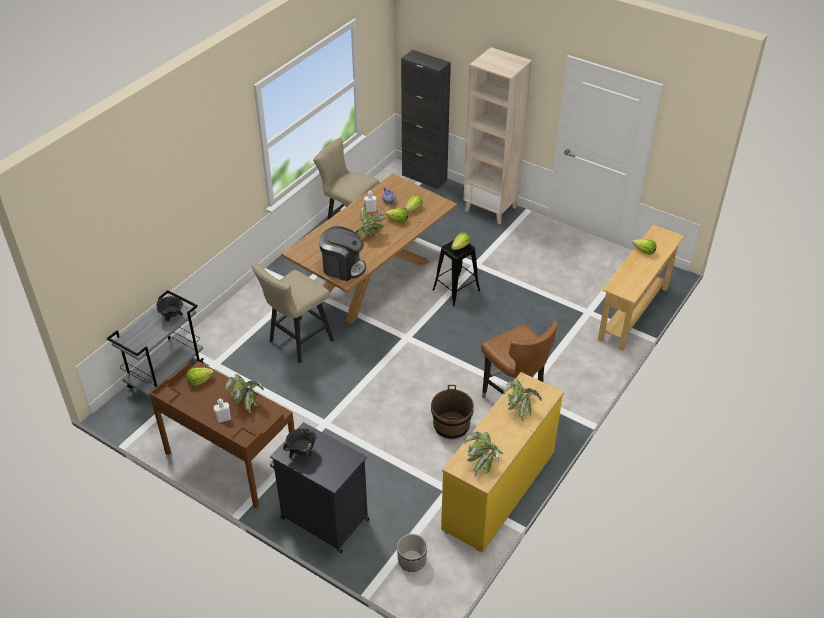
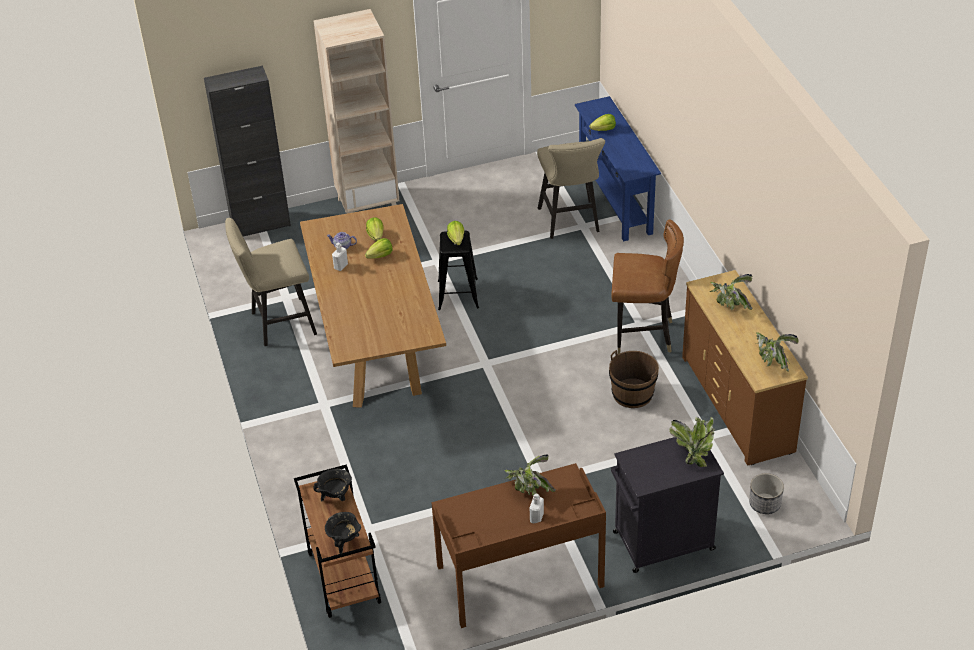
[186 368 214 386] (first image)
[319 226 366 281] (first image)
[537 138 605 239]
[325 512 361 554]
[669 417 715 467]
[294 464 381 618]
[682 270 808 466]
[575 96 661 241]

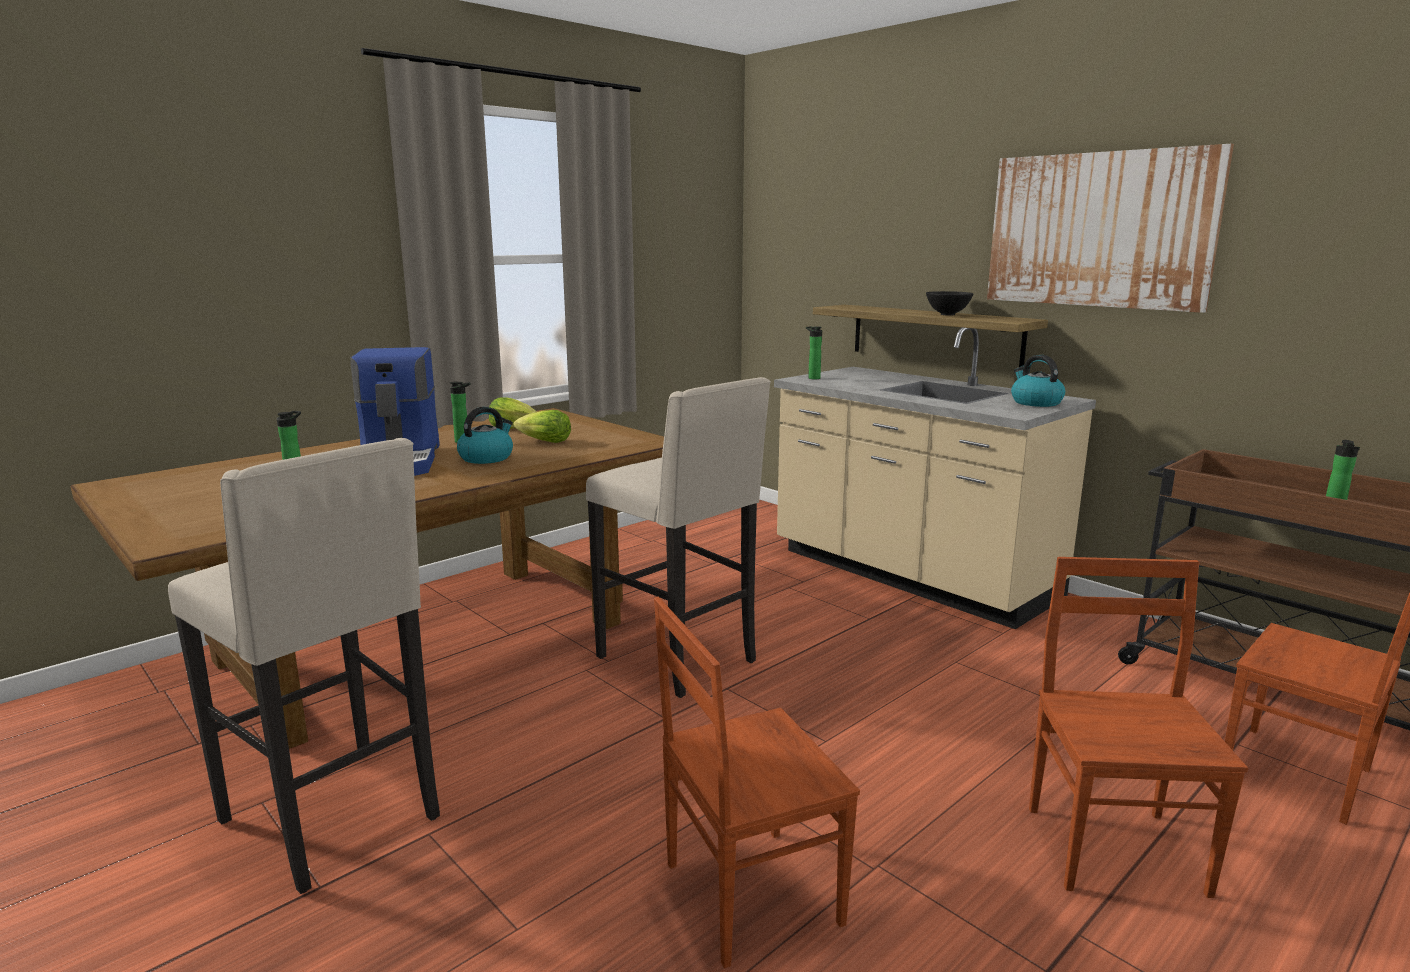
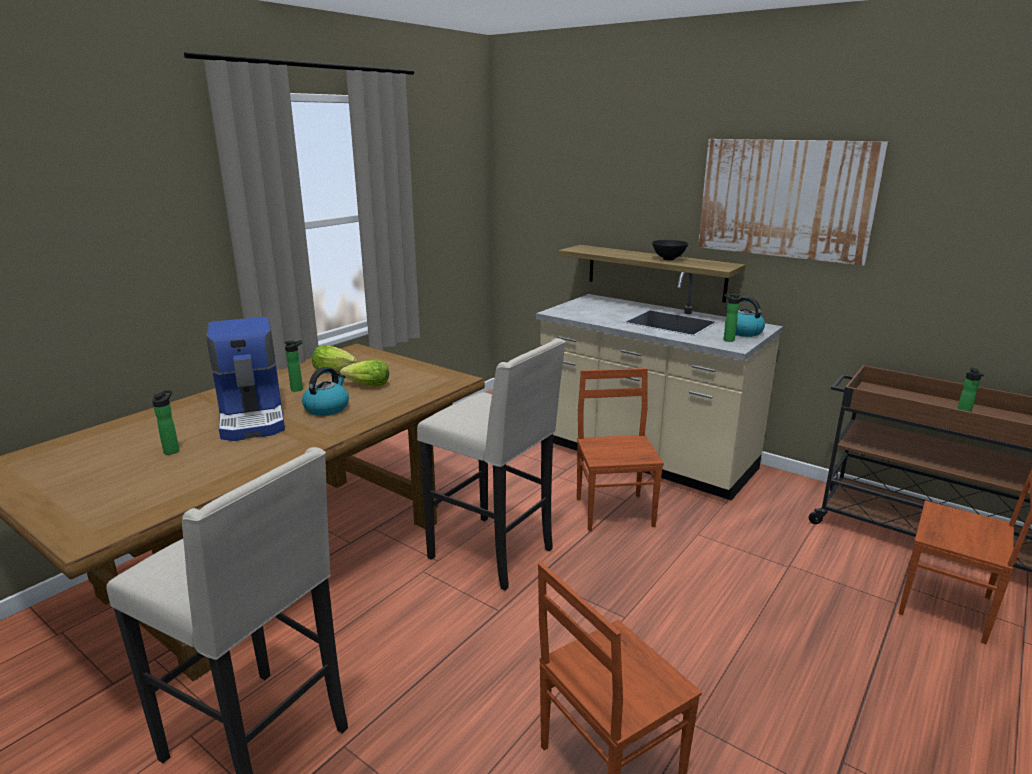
[723 293 741 342]
[577 368 664 531]

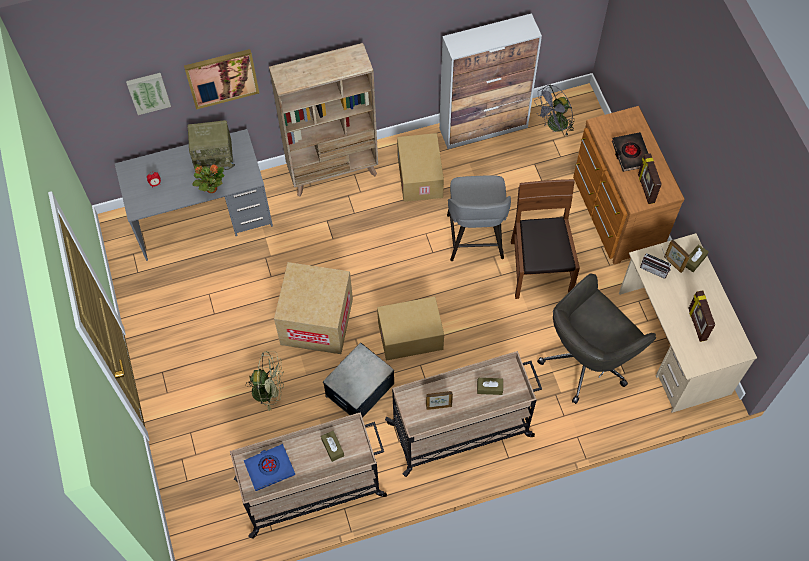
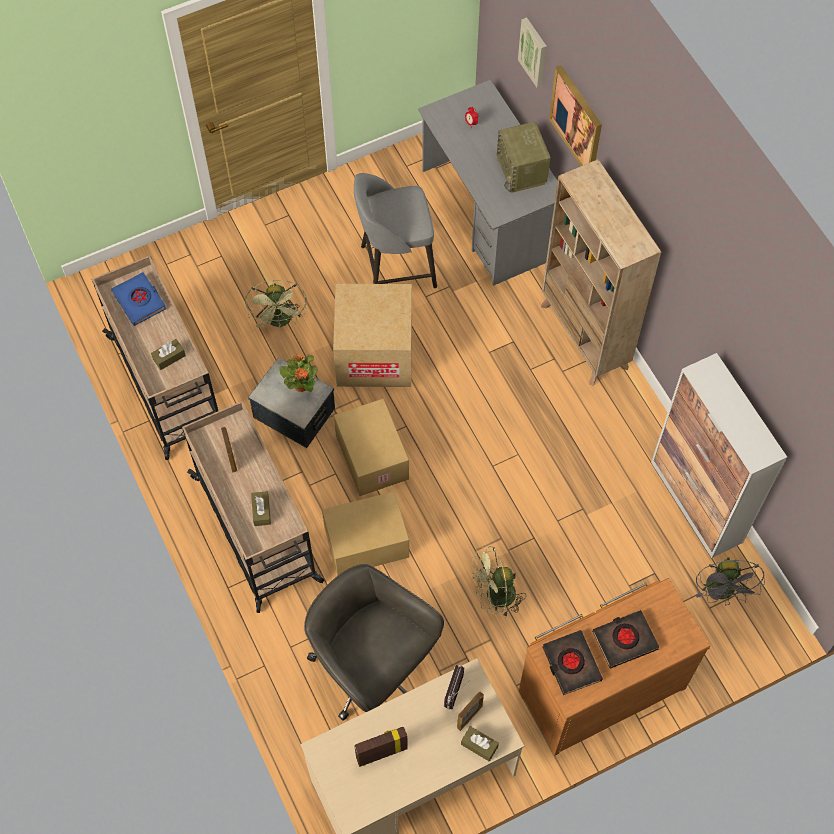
[279 354 317 392]
[322 491 409 576]
[354 173 437 288]
[472 546 526 617]
[542 630 603 695]
[696 557 765 605]

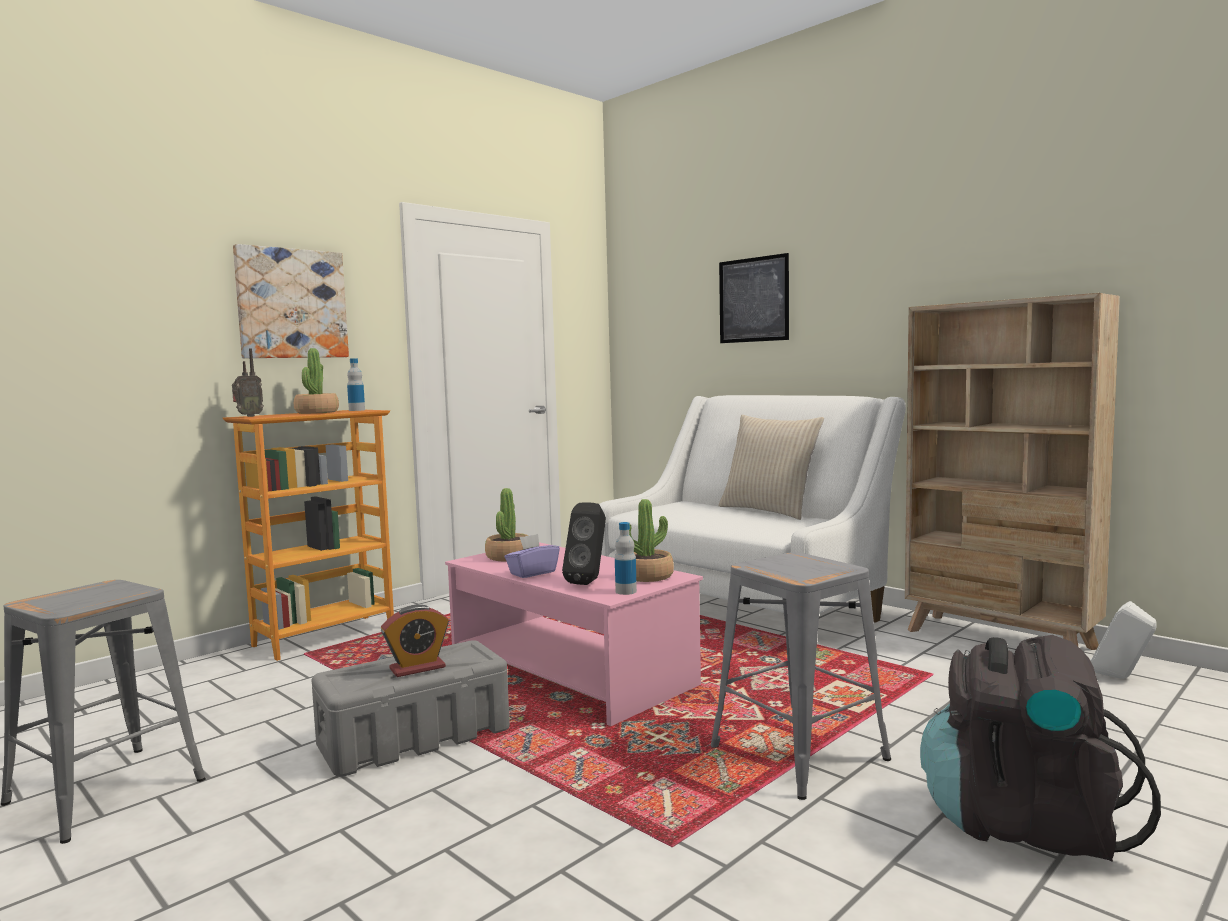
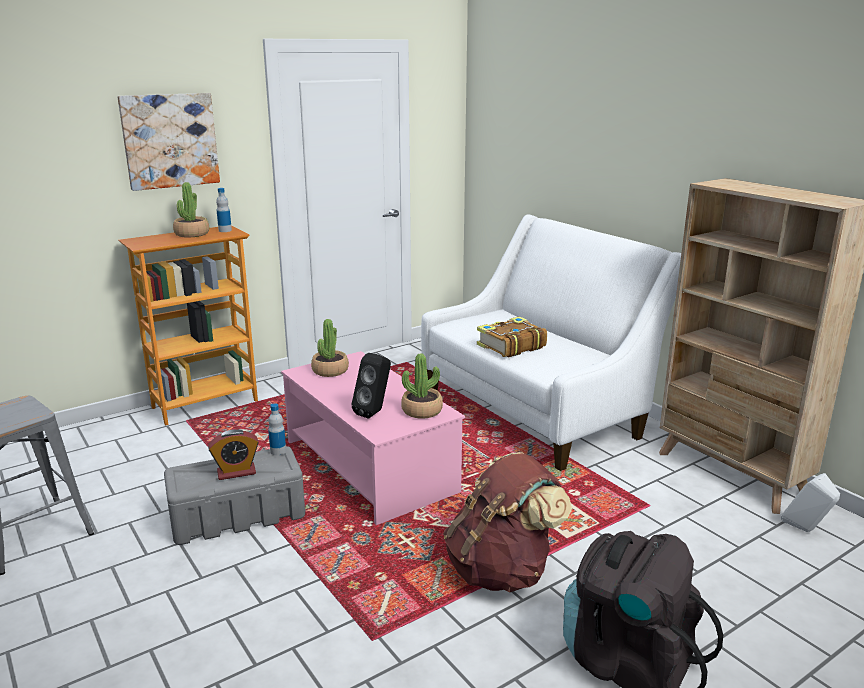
[232 349 264 417] (first image)
[505 534 560 578] (first image)
[718 415 824 520] (first image)
[719 253 789 343] (first image)
[477 316 547 357]
[268 404 286 455]
[443 452 572 592]

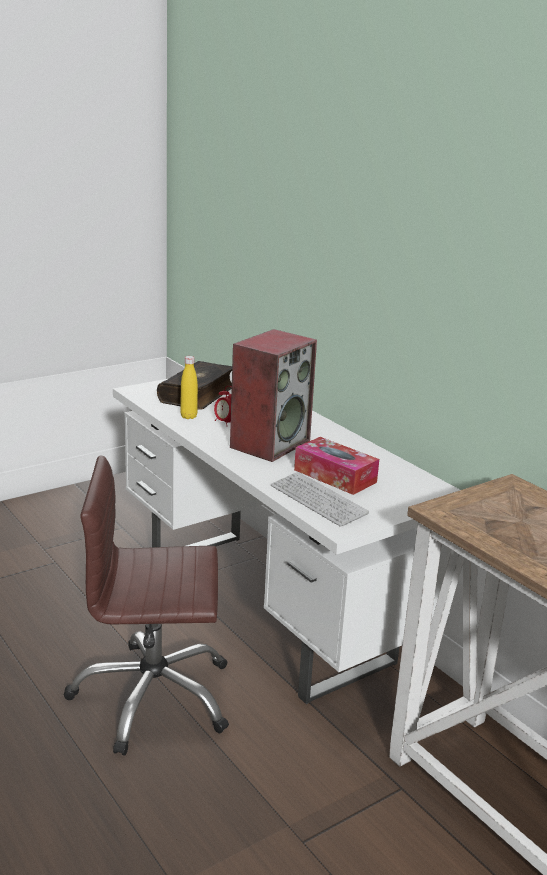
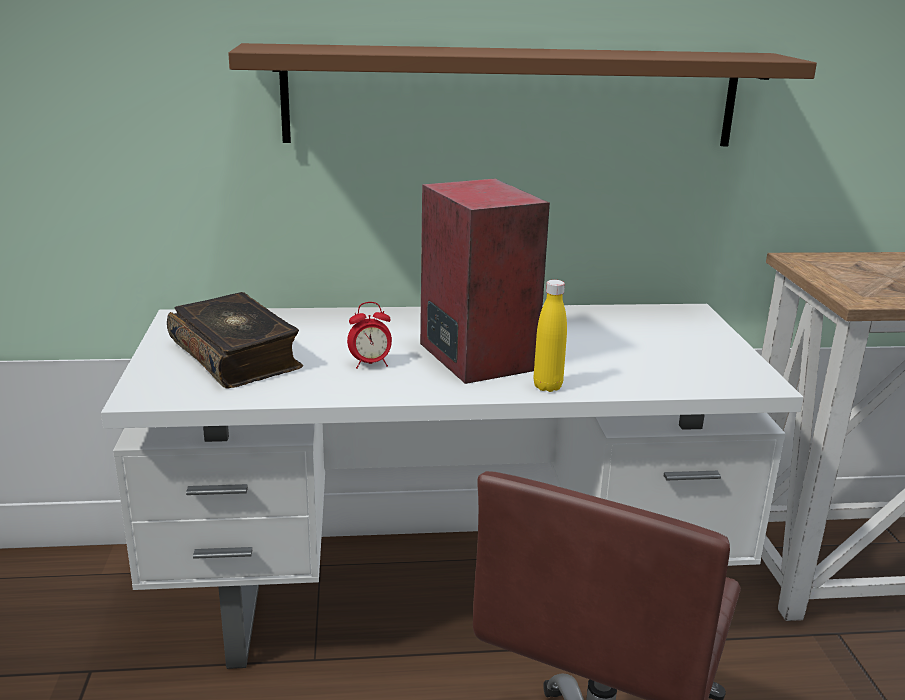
[271 472 369 527] (first image)
[294 437 379 495] (first image)
[228 43 817 146]
[534 280 567 392]

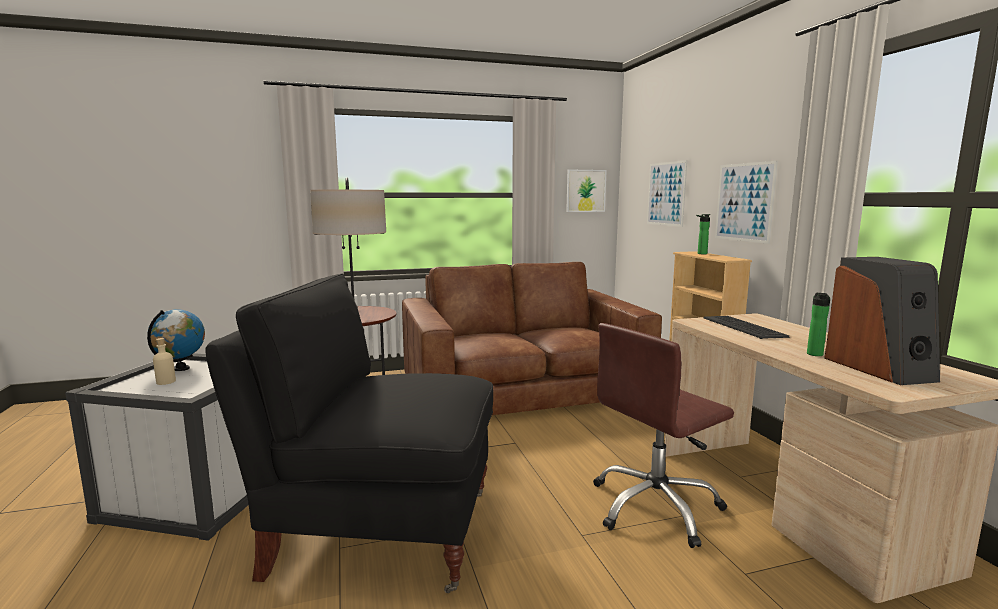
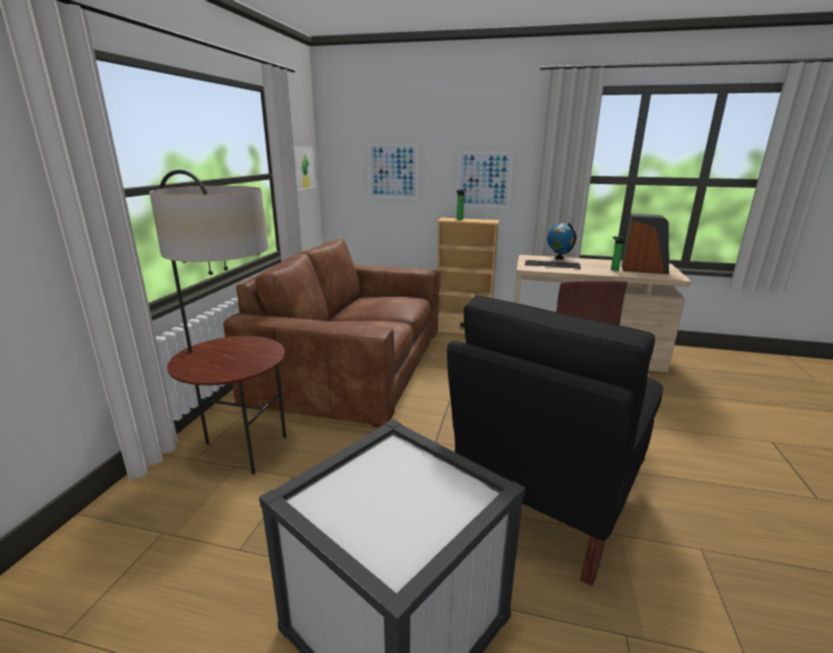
[153 338 176 385] (first image)
[547 223 577 259]

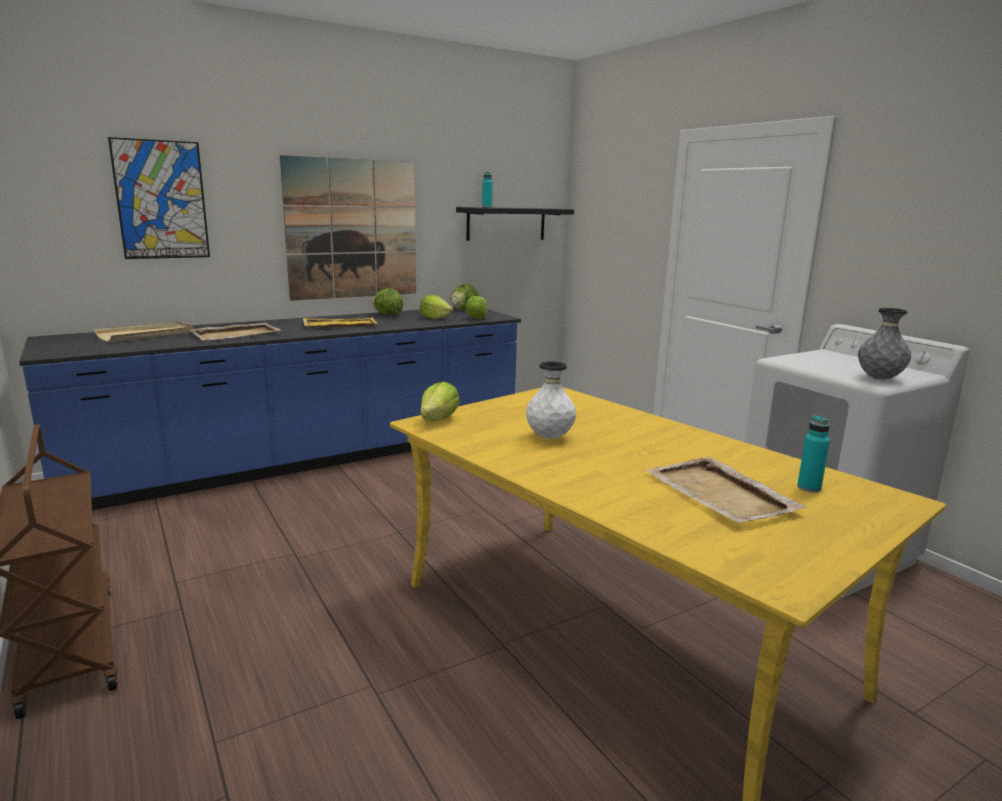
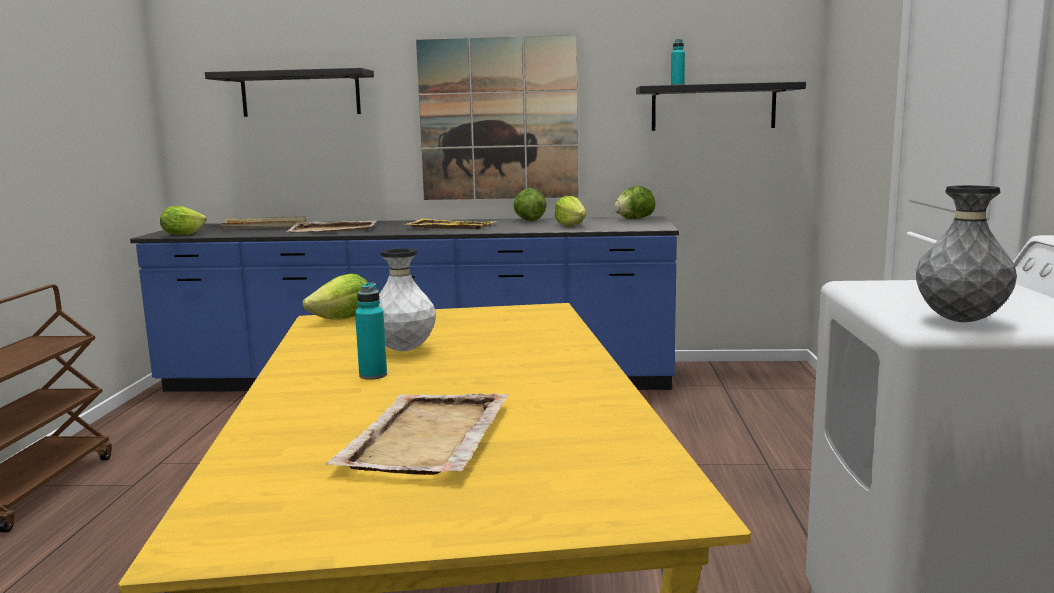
[160 206 207 235]
[355 283 387 380]
[205 68 374 117]

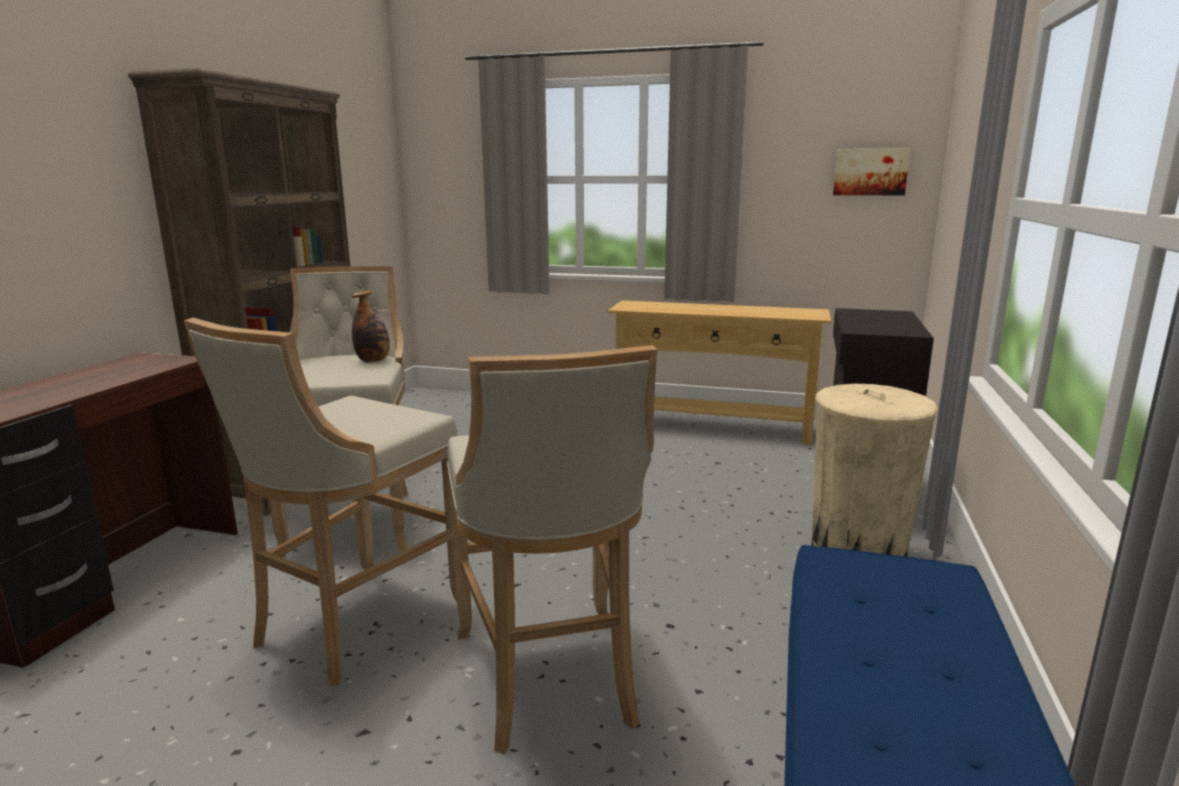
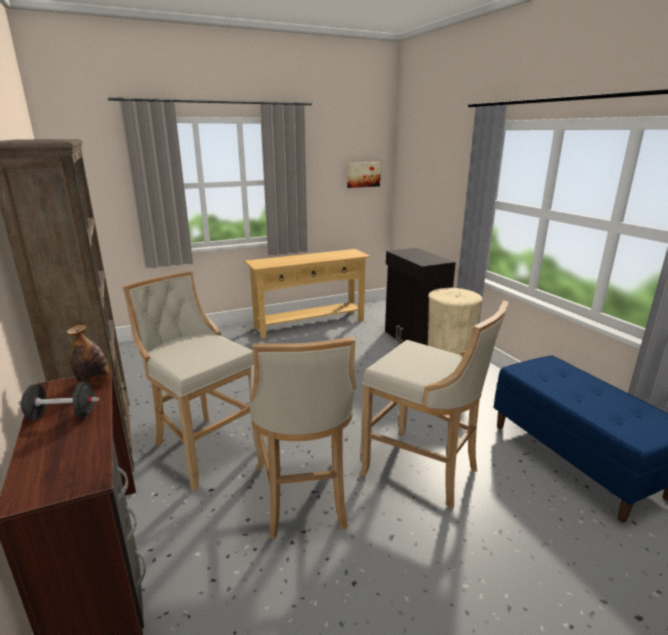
[19 382 99 421]
[67 325 109 387]

